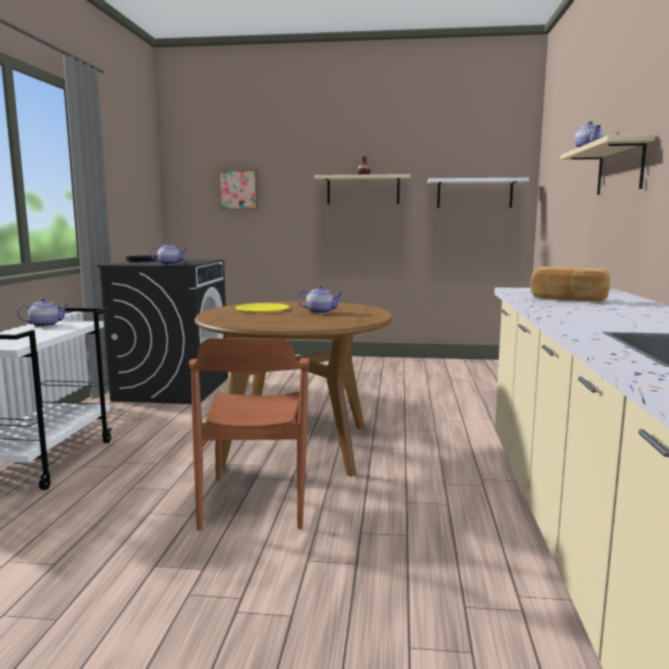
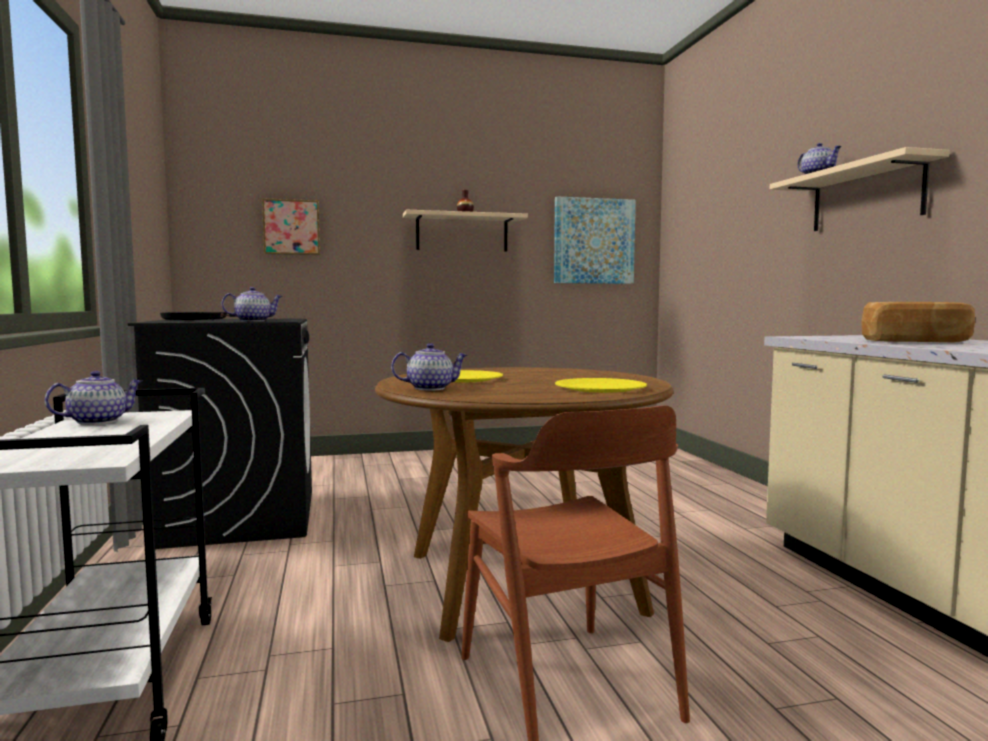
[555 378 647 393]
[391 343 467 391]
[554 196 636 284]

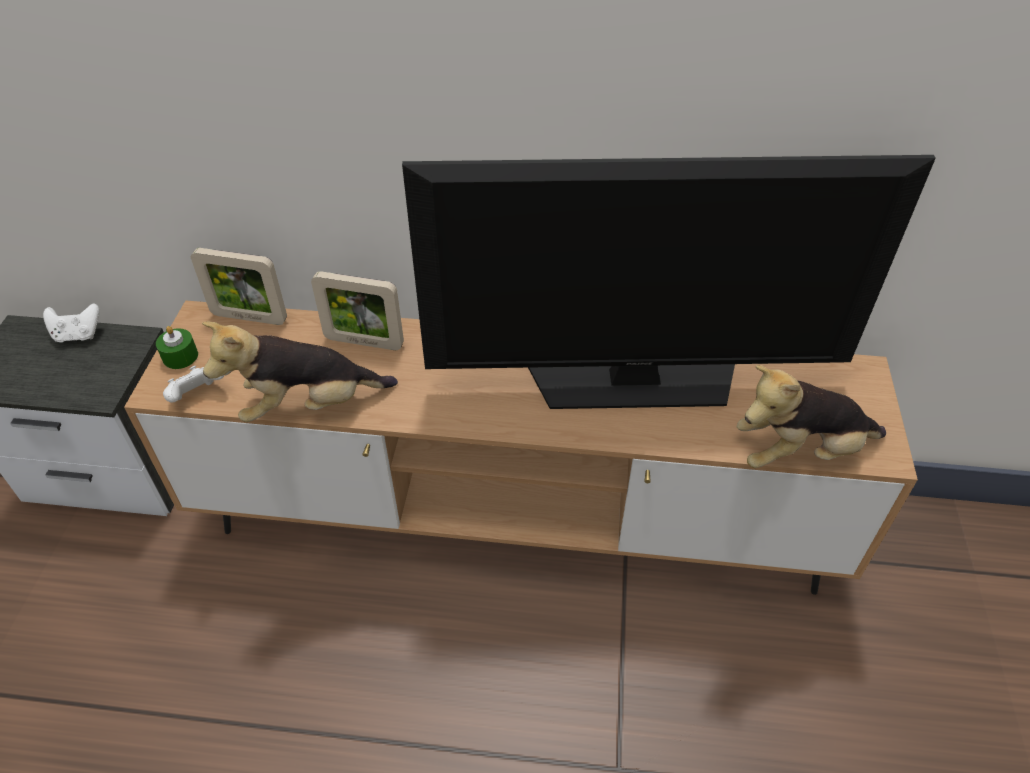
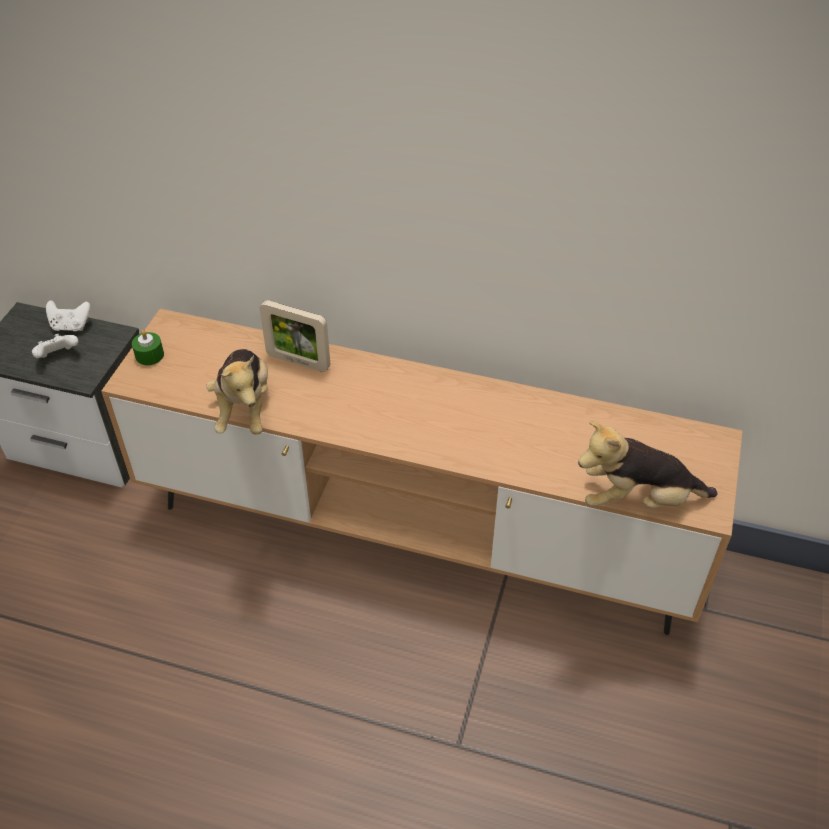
[191 248 287 325] (first image)
[402 155 936 409] (first image)
[32 334 78 358]
[206 349 268 435]

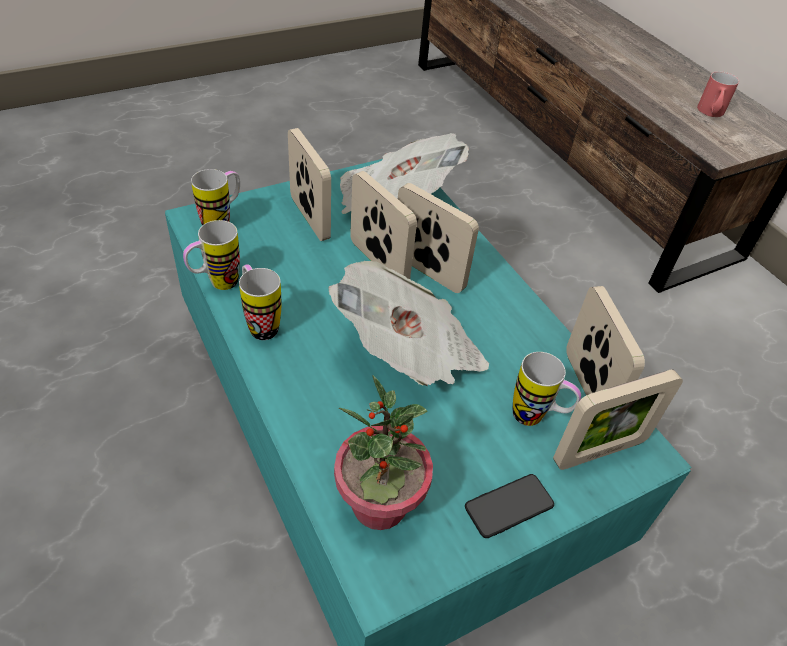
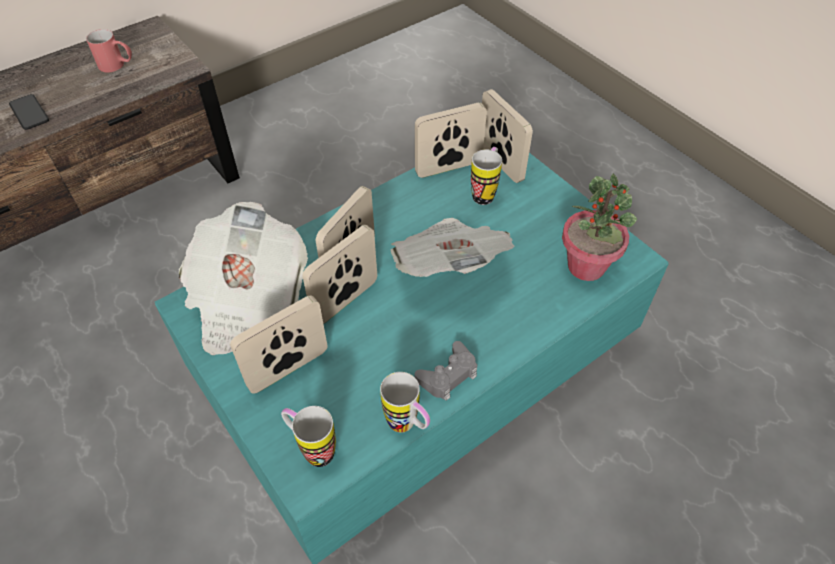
[9 94 49 130]
[415 341 477 401]

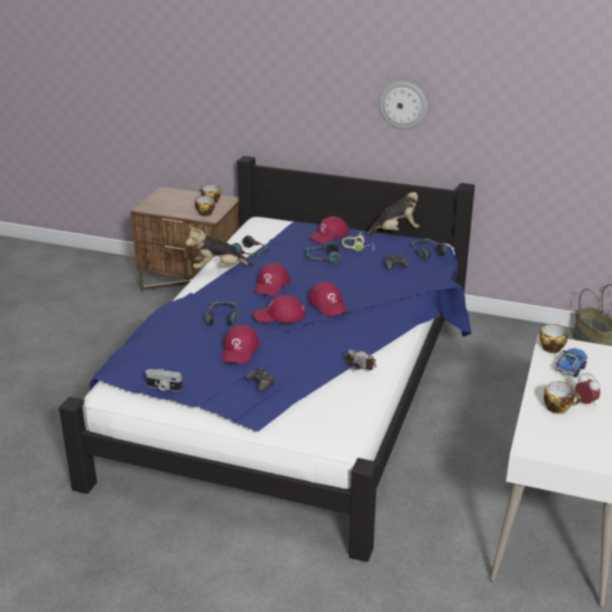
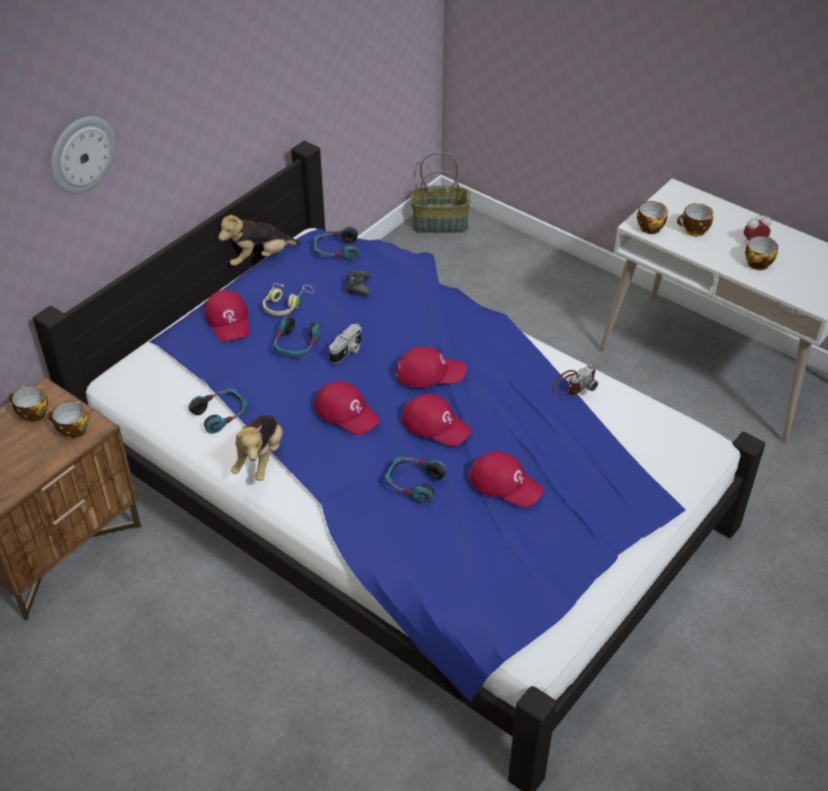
[245 367 275 392] (first image)
[329 324 362 364]
[51 116 116 194]
[677 203 714 236]
[401 394 472 446]
[218 215 301 266]

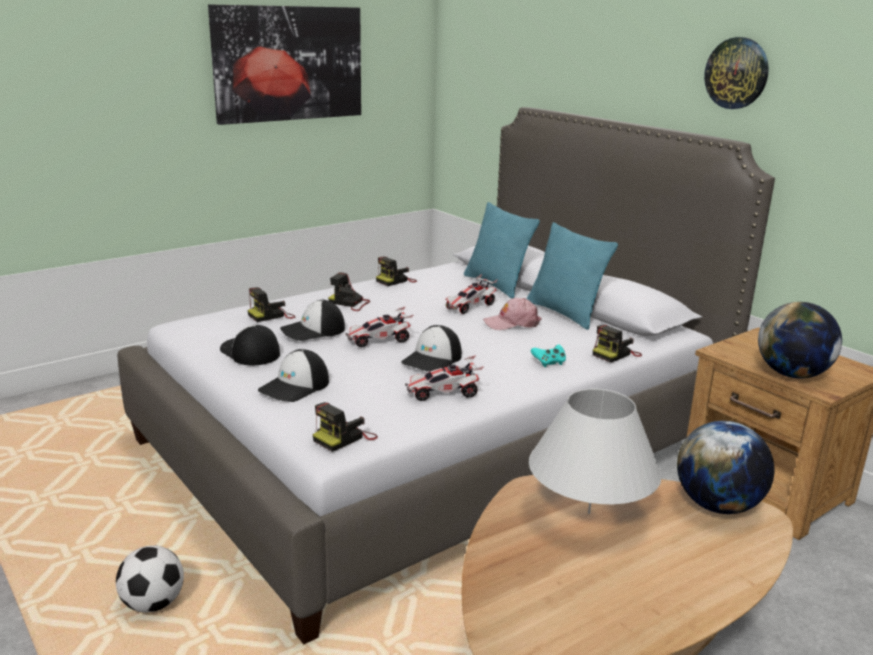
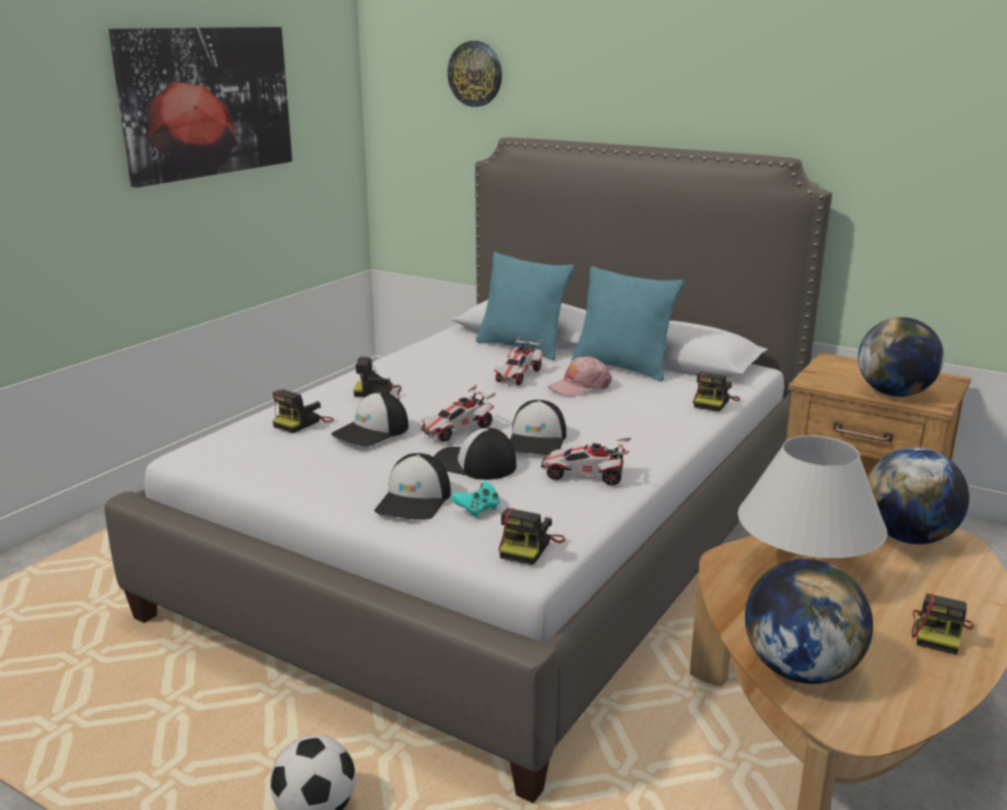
[745 559 873 684]
[434 428 516 480]
[912 594 974 655]
[451 481 500 518]
[447 41 502 107]
[541 438 631 485]

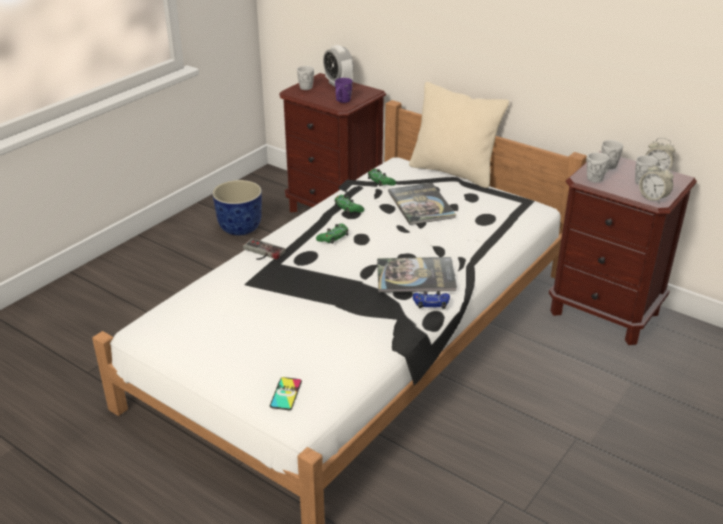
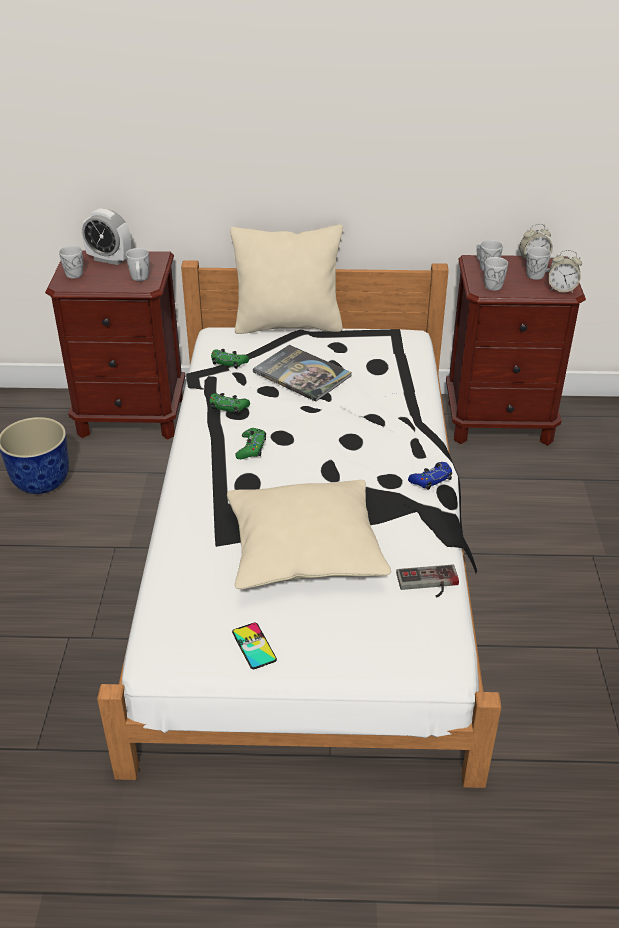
[377 257 457 293] (first image)
[227 480 391 589]
[396 564 459 598]
[232 623 277 669]
[126 248 149 281]

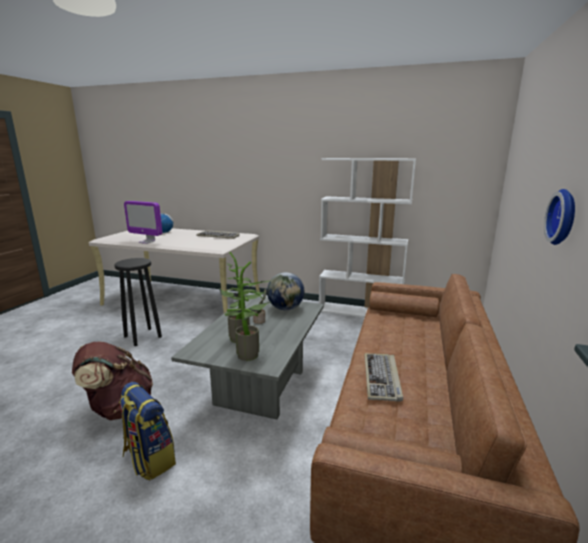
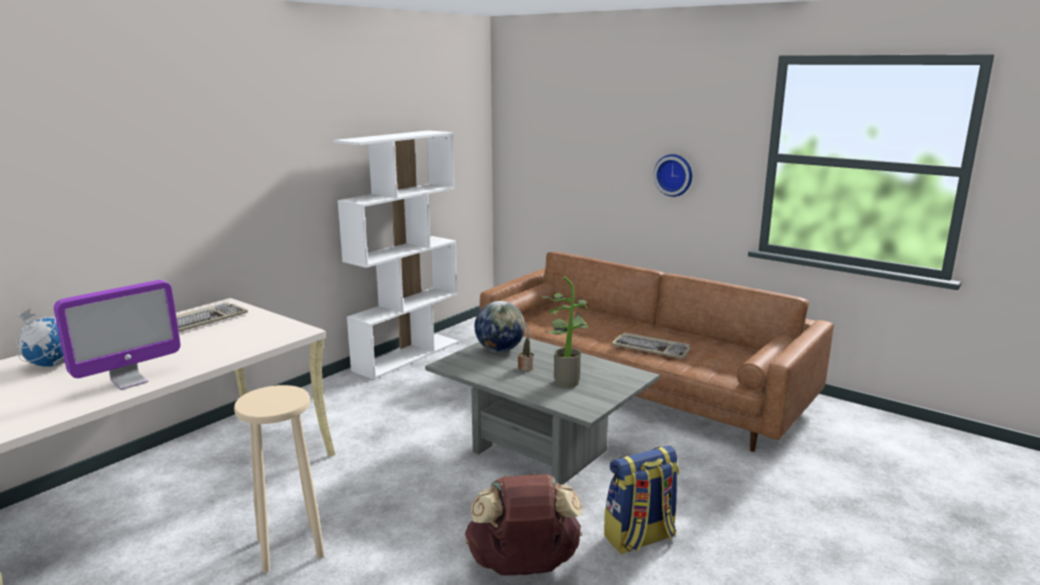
[225 261 273 361] (first image)
[234 385 325 573]

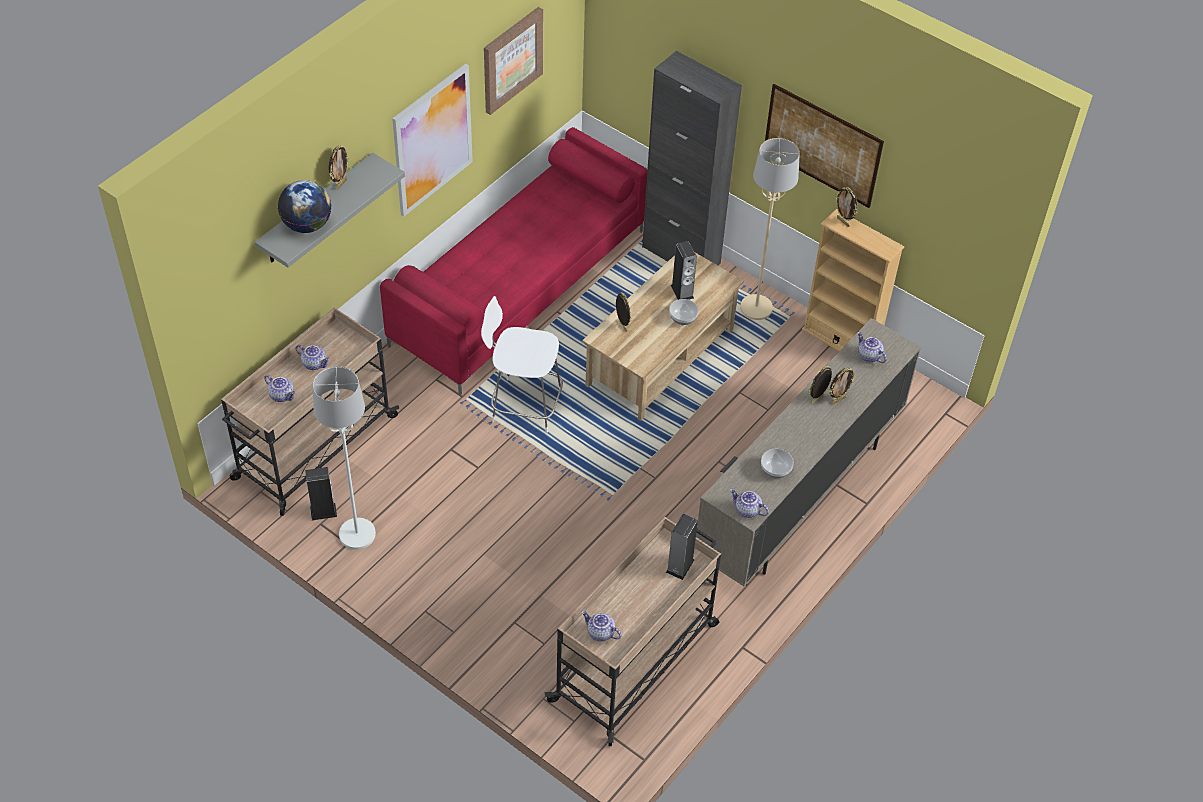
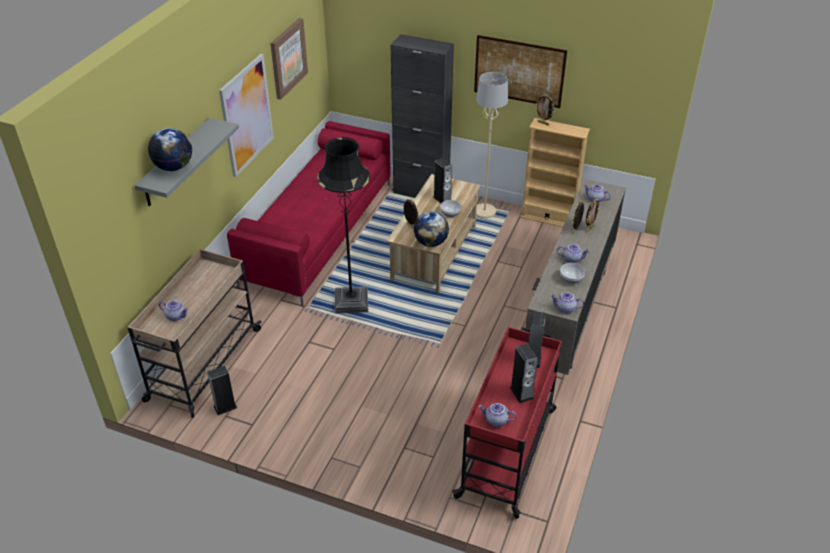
[313 366 376 550] (first image)
[329 145 349 190] (first image)
[414 212 449 247]
[510 344 538 403]
[557 244 590 263]
[317 137 370 314]
[452 327 562 519]

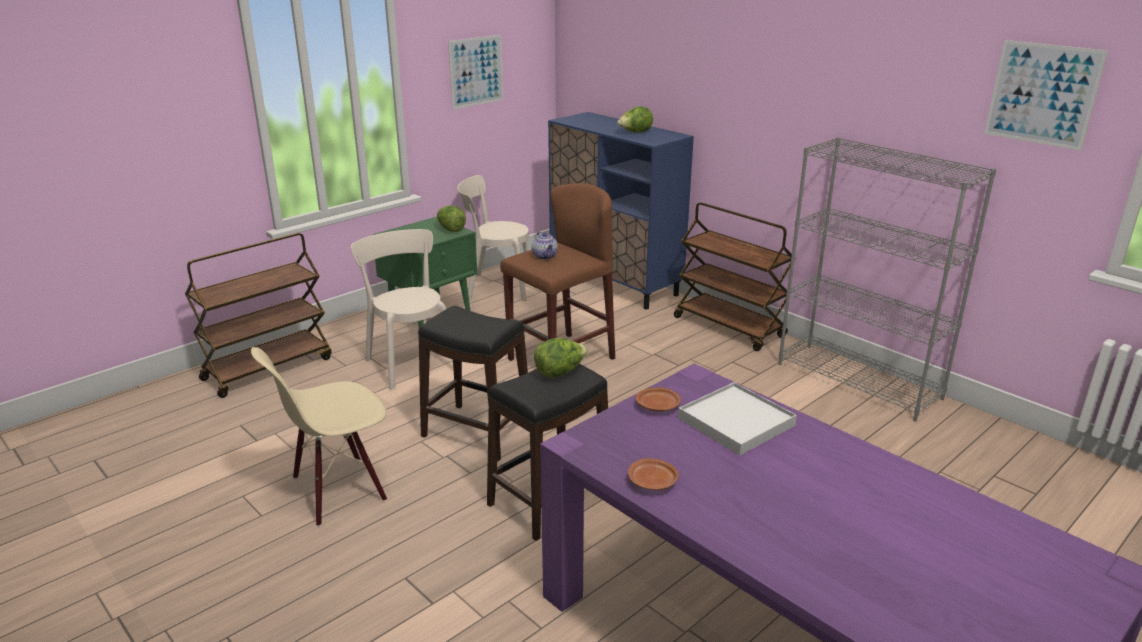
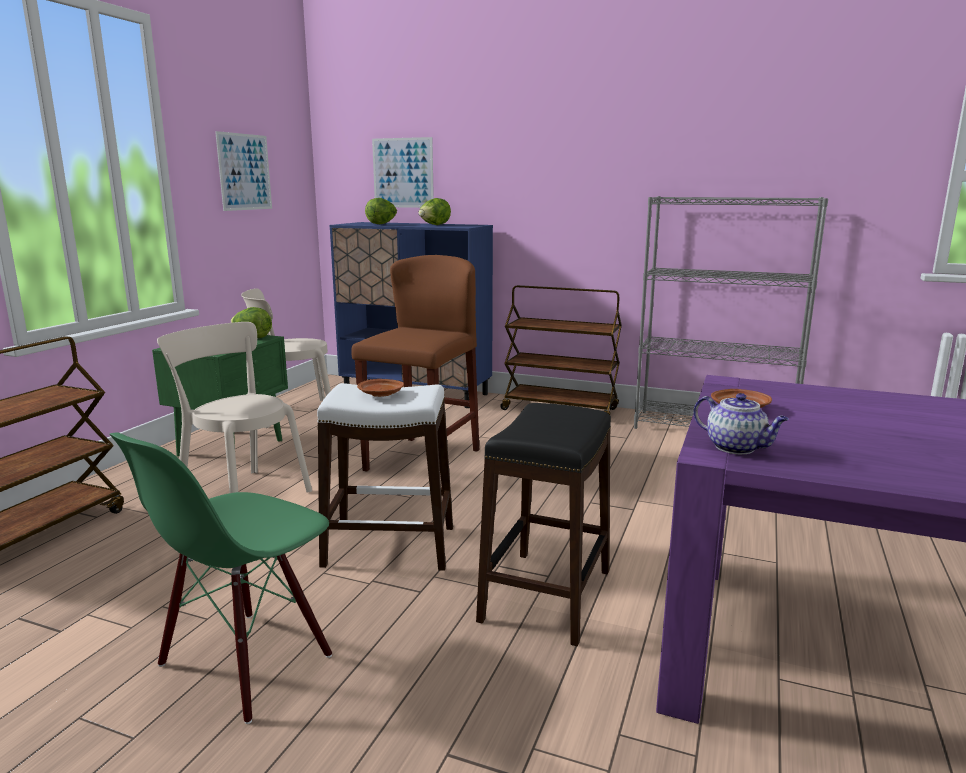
[678 382 797 455] (first image)
[694 393 789 454]
[365 198 397 224]
[357 379 404 397]
[372 137 434 208]
[110 432 332 724]
[317 383 453 571]

